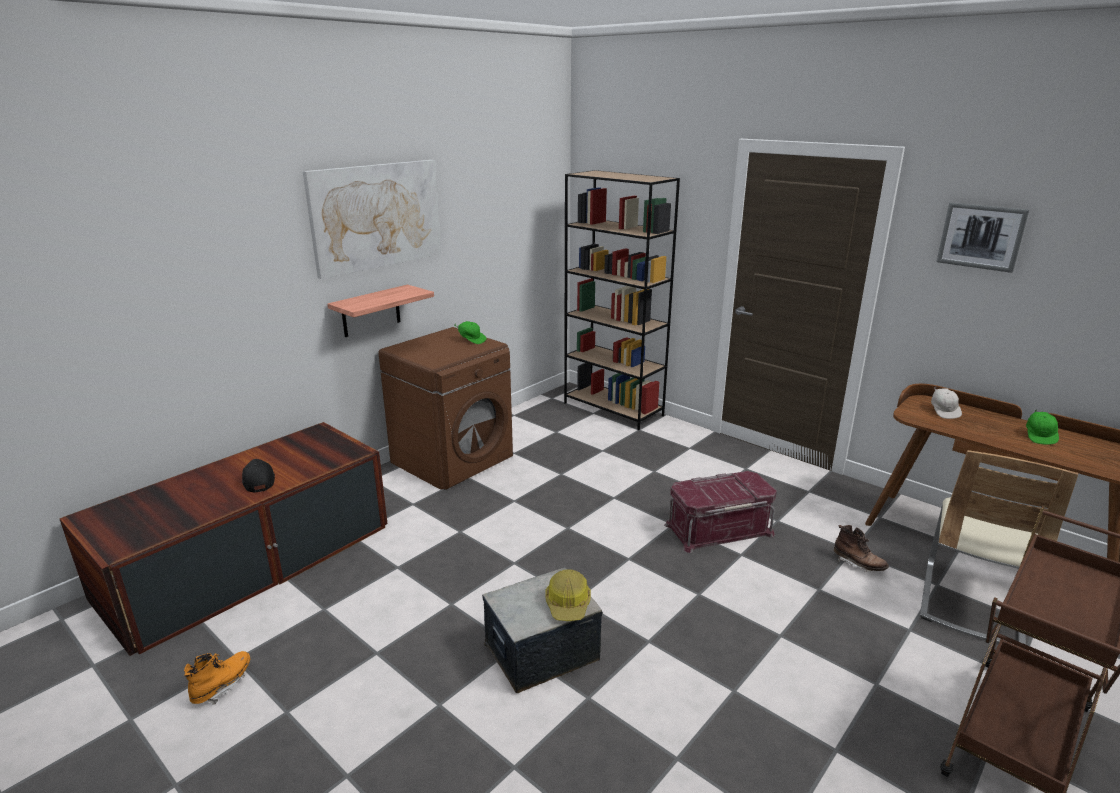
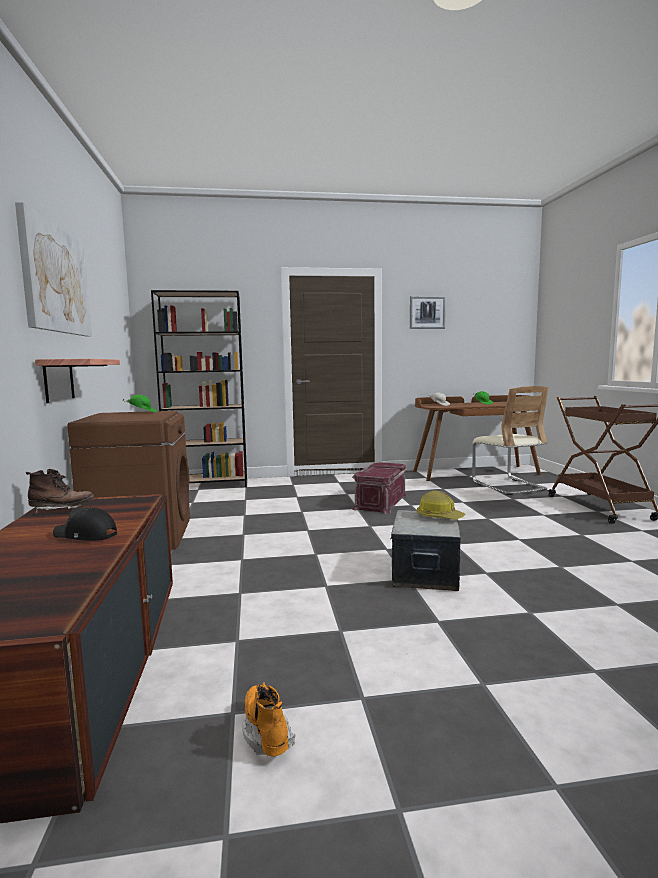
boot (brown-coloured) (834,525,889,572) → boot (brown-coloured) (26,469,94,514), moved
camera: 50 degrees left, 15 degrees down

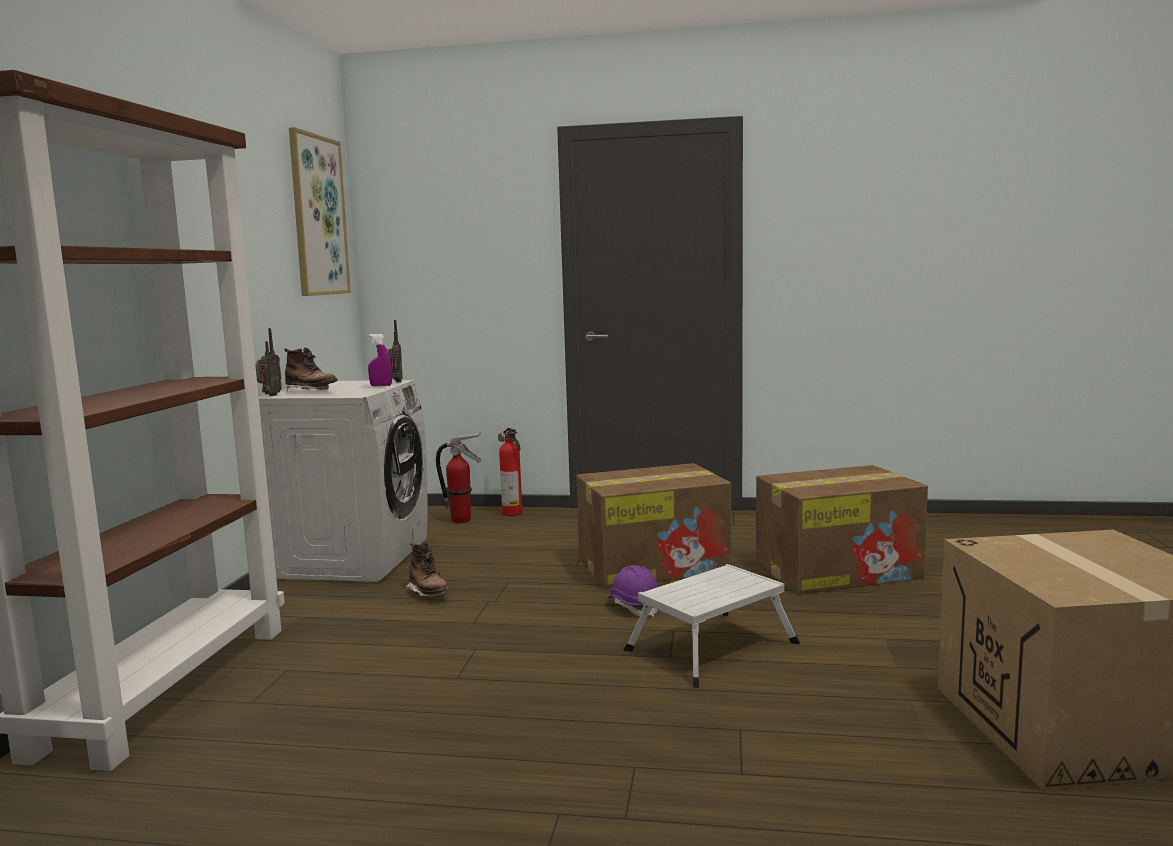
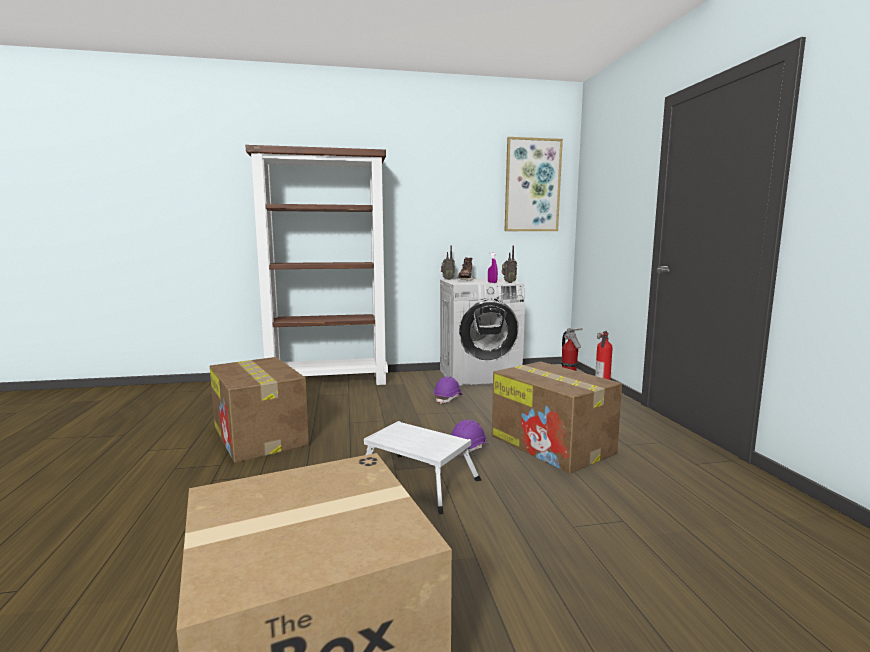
cardboard box (756,465,928,594) → cardboard box (210,357,309,463), moved
boot (brown-coloured) (406,542,450,597) → work helmet (purple) (434,376,463,404)
camera: 70 degrees right, 0 degrees up

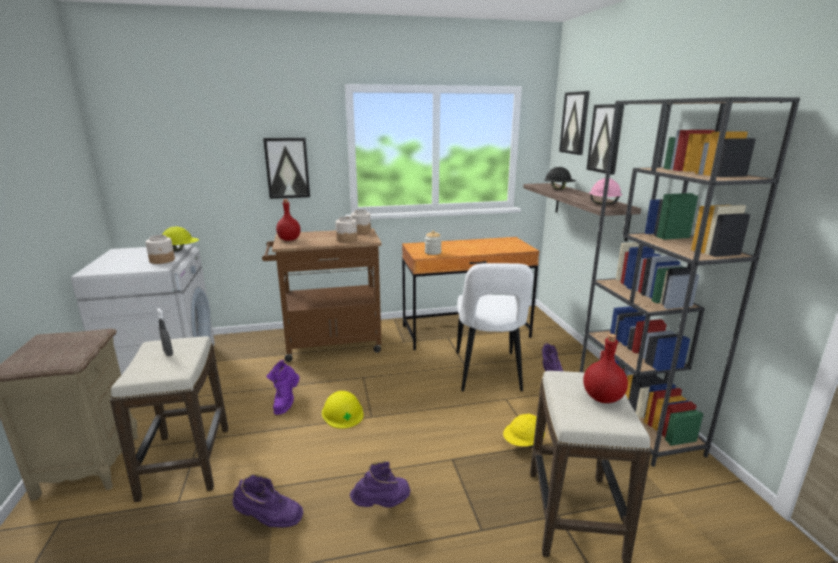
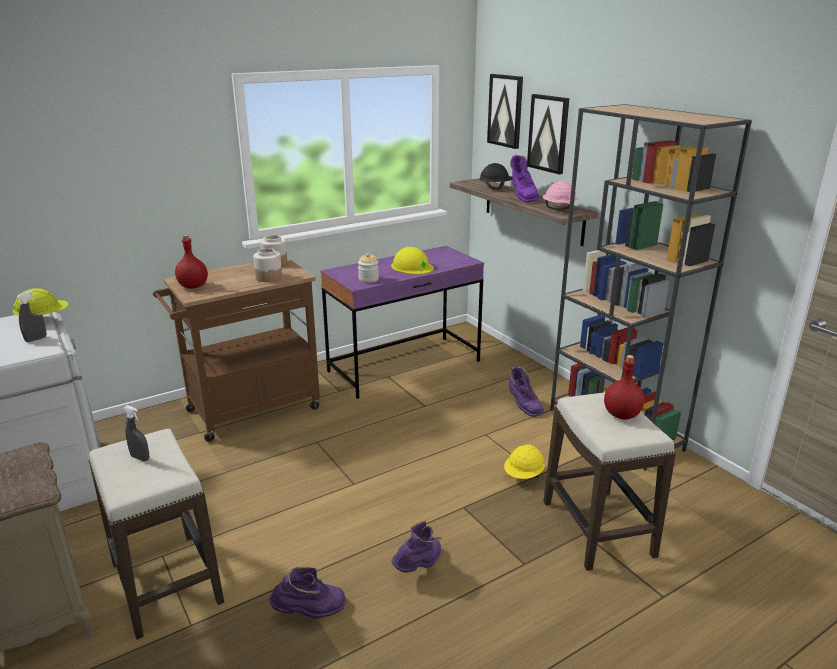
storage jar (146,235,175,264) → sprayer (grey) (17,291,46,342)
desk unit (brown-coloured) (402,237,540,350) → desk unit (purple) (321,246,484,399)
work helmet (yellow-coloured) (322,391,364,429) → work helmet (yellow-coloured) (391,247,434,274), moved
boot (purple) (266,360,300,415) → boot (purple) (510,155,540,203), moved
wall art (263,138,310,199) → -
upright chair (white) (457,263,534,392) → -
camera: 20 degrees left, 5 degrees up

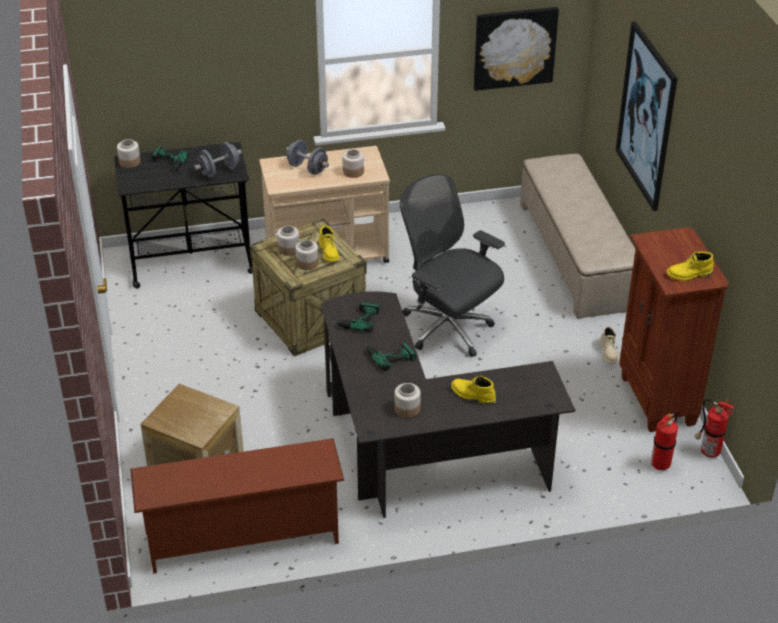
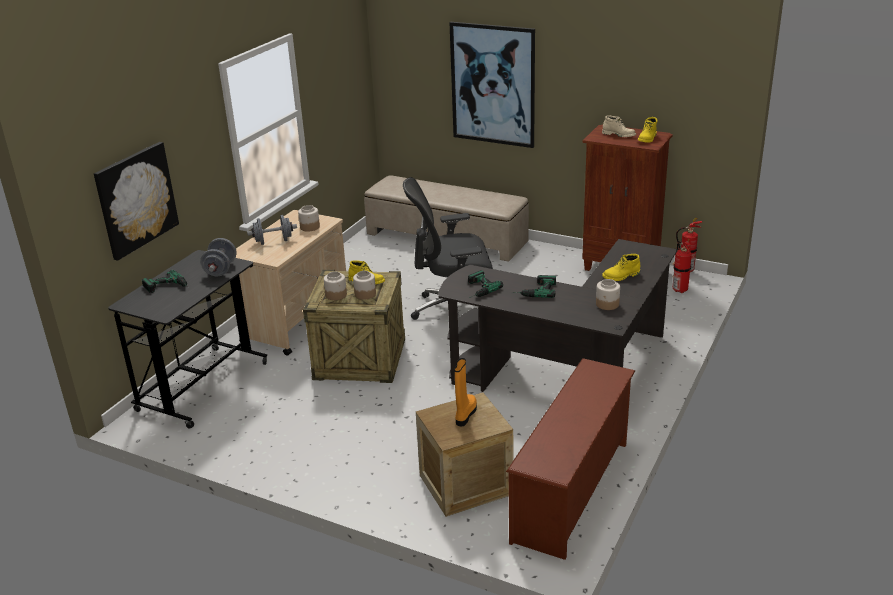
wall art (474,7,559,91) → wall art (94,142,179,261), moved
- → boot (orange) (454,358,477,426)
boot (beige) (600,326,619,364) → boot (beige) (602,115,636,137), moved
storage jar (117,139,141,168) → -
camera: 50 degrees left, 10 degrees down

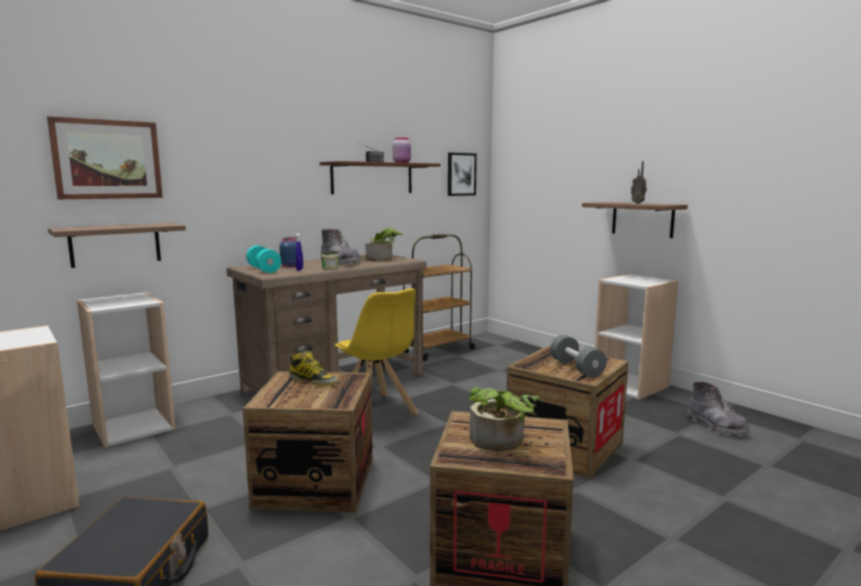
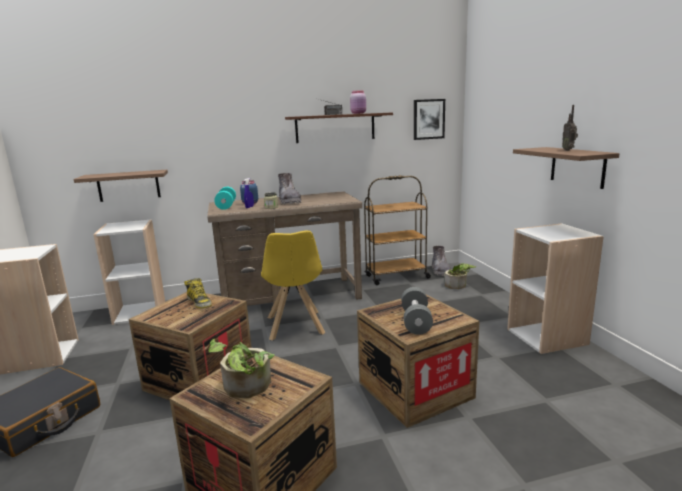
boot (grey) (687,382,750,437) → boot (grey) (432,246,452,276), moved
potted plant (365,227,403,262) → potted plant (445,263,476,289), moved
wall art (47,116,163,199) → -
camera: 25 degrees right, 5 degrees up

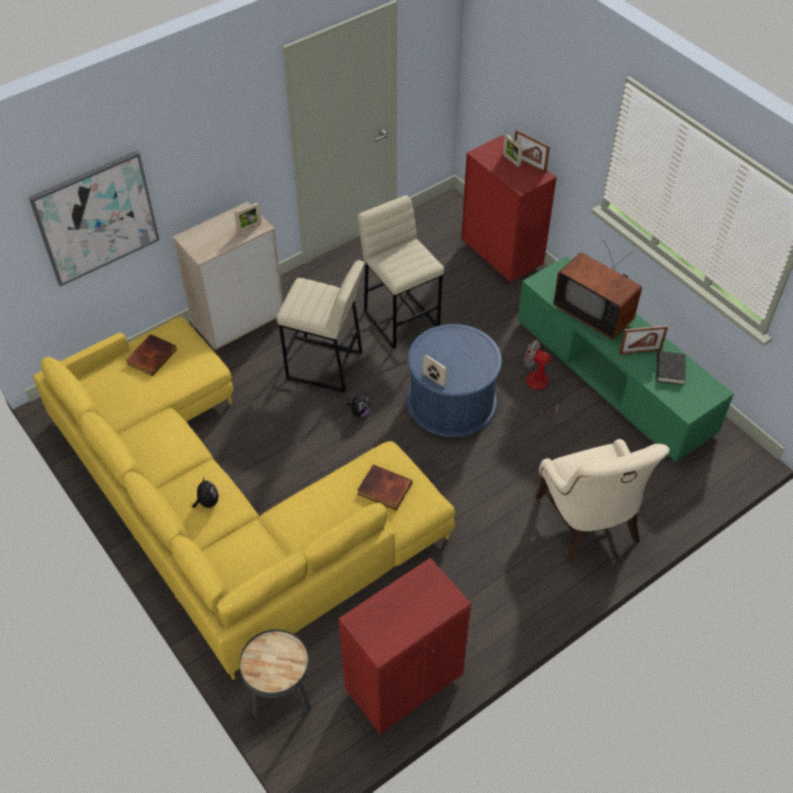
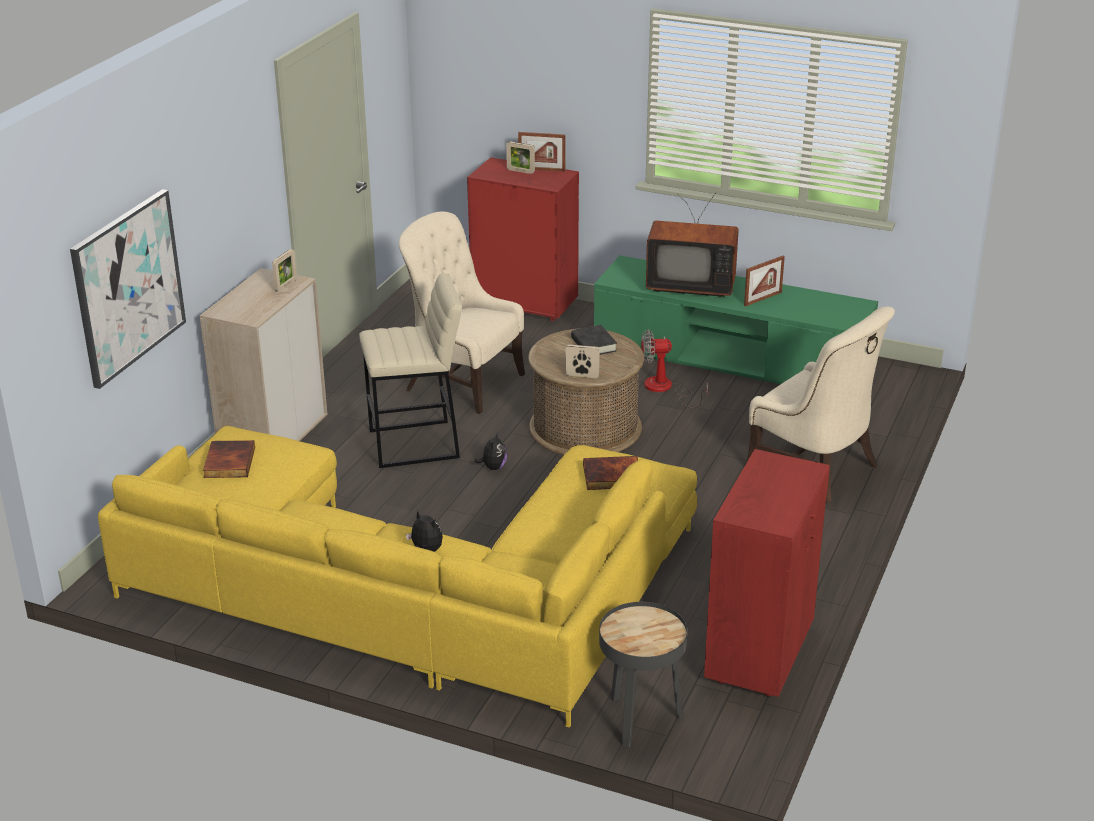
sitting stool (beige) (358,195,444,349) → lounge chair (beige) (399,212,525,414)
lounge table (blue-coloured) (407,324,502,437) → lounge table (brown-coloured) (528,329,644,455)
book (blackish) (657,351,686,385) → book (blackish) (571,325,617,355), moved
camera: 30 degrees left, 20 degrees down

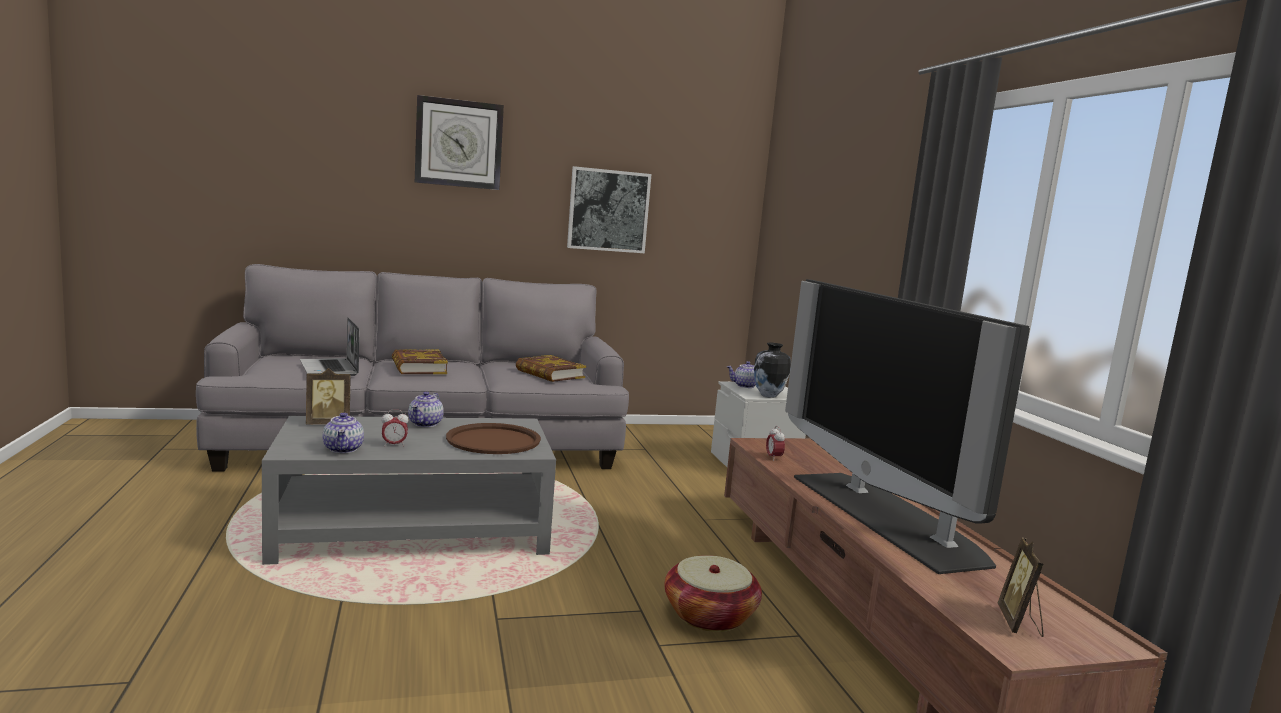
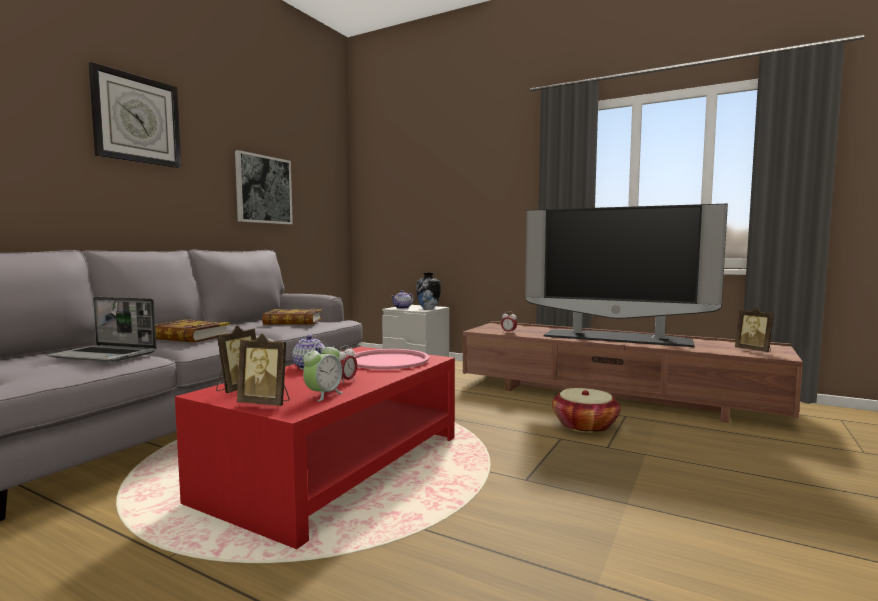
lounge table (grey) (262,416,556,565) → lounge table (red-coloured) (175,347,455,549)
- → photo frame (237,334,289,406)
pot for tea (323,412,364,453) → bedside clock (303,342,343,401)
serving tray (brown-coloured) (446,423,541,454) → serving tray (pink-coloured) (354,349,430,370)
camera: 45 degrees left, 5 degrees down

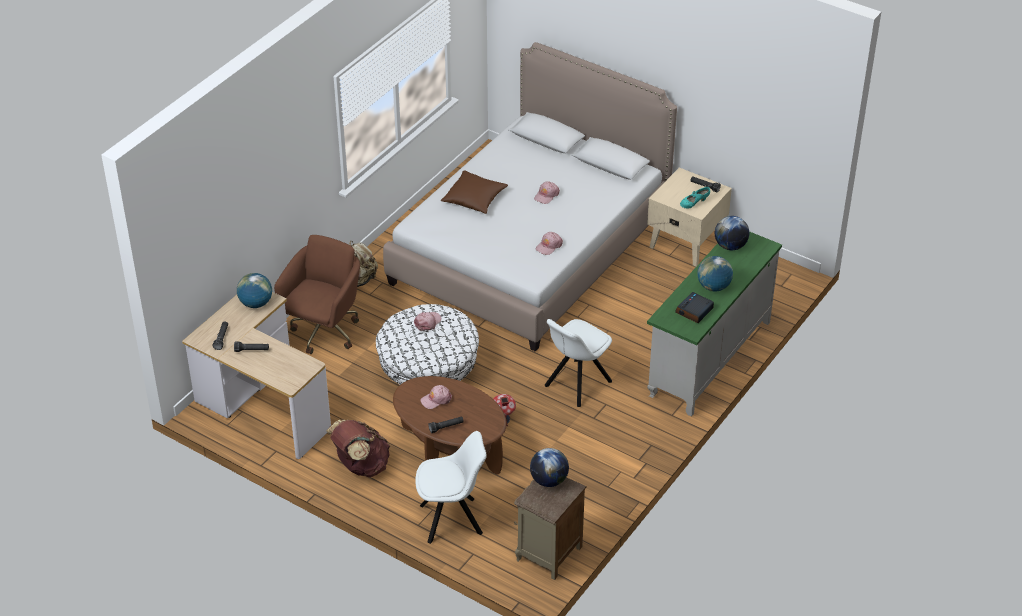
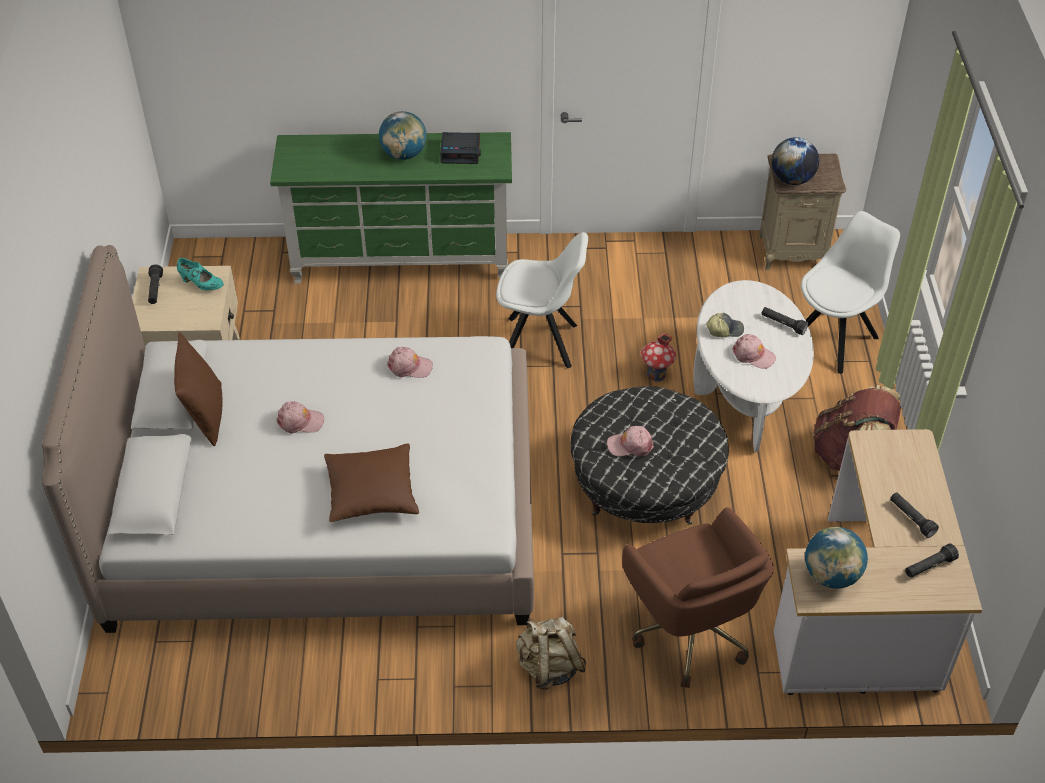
- → pillow (brown-coloured) (174,332,222,446)
footrest (white) (376,304,479,385) → footrest (blackish) (570,386,729,524)
desk chair (brown-coloured) (274,235,360,354) → desk chair (brown-coloured) (622,507,774,688), 105 degrees counterclockwise
lounge table (brown-coloured) (393,376,507,475) → lounge table (white) (693,280,814,452)
- → baseball cap (706,313,744,338)
upright chair (white) (415,431,487,544) → upright chair (white) (801,211,900,374), 90 degrees clockwise
desk globe (715,216,749,250) → -
camera: 125 degrees left, 5 degrees up

